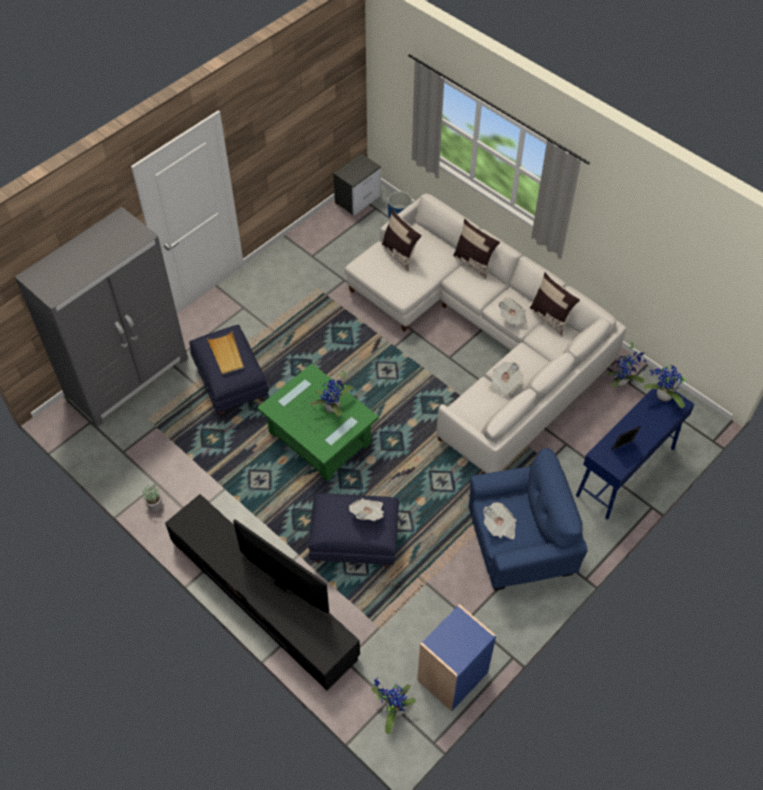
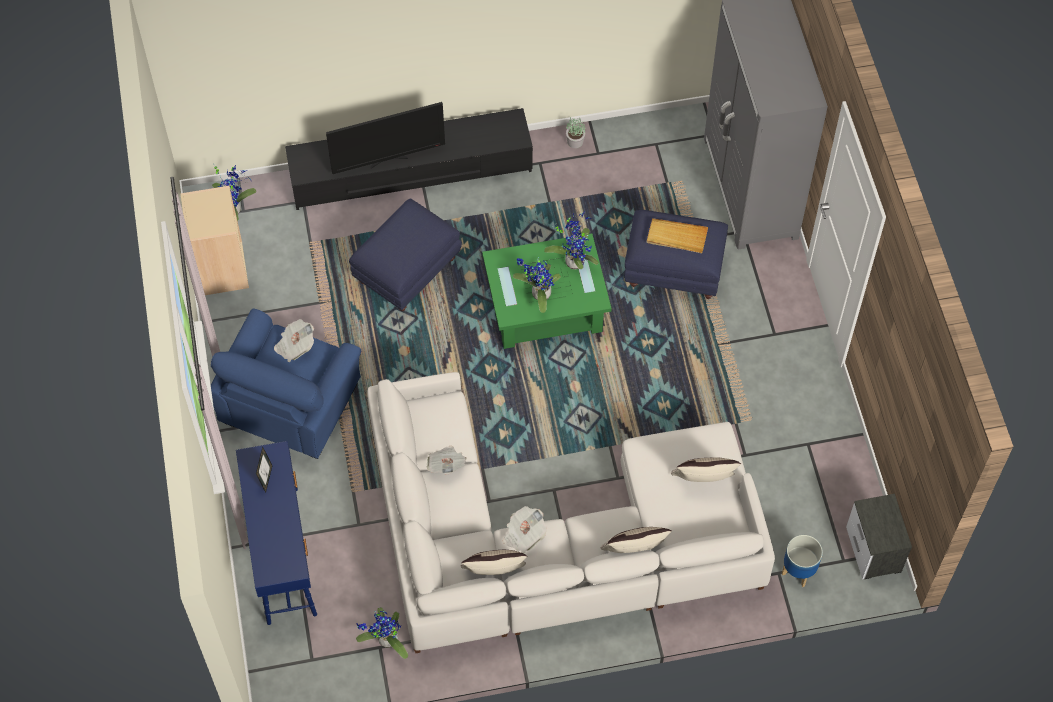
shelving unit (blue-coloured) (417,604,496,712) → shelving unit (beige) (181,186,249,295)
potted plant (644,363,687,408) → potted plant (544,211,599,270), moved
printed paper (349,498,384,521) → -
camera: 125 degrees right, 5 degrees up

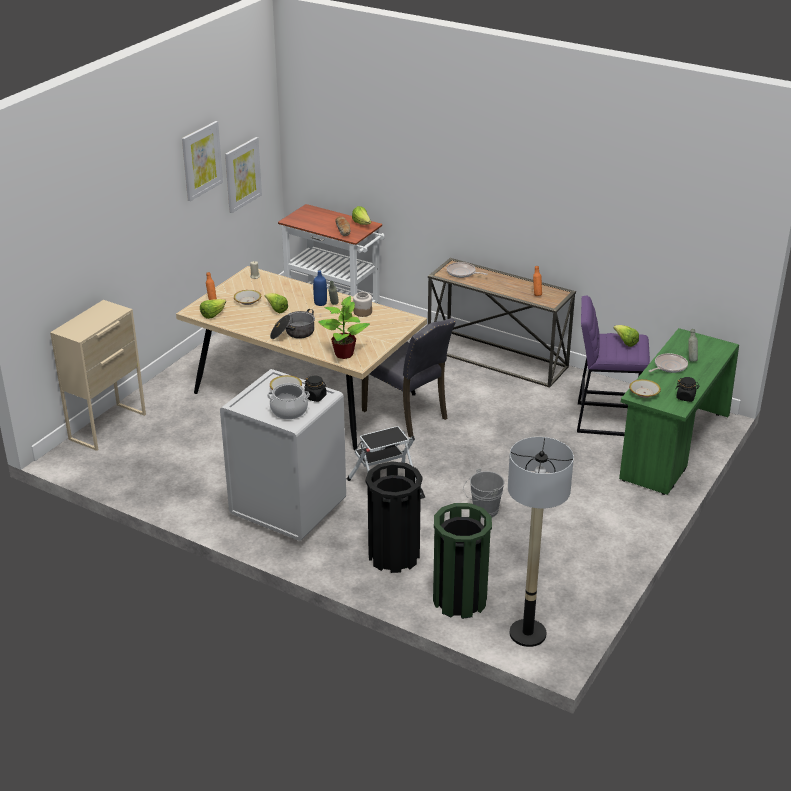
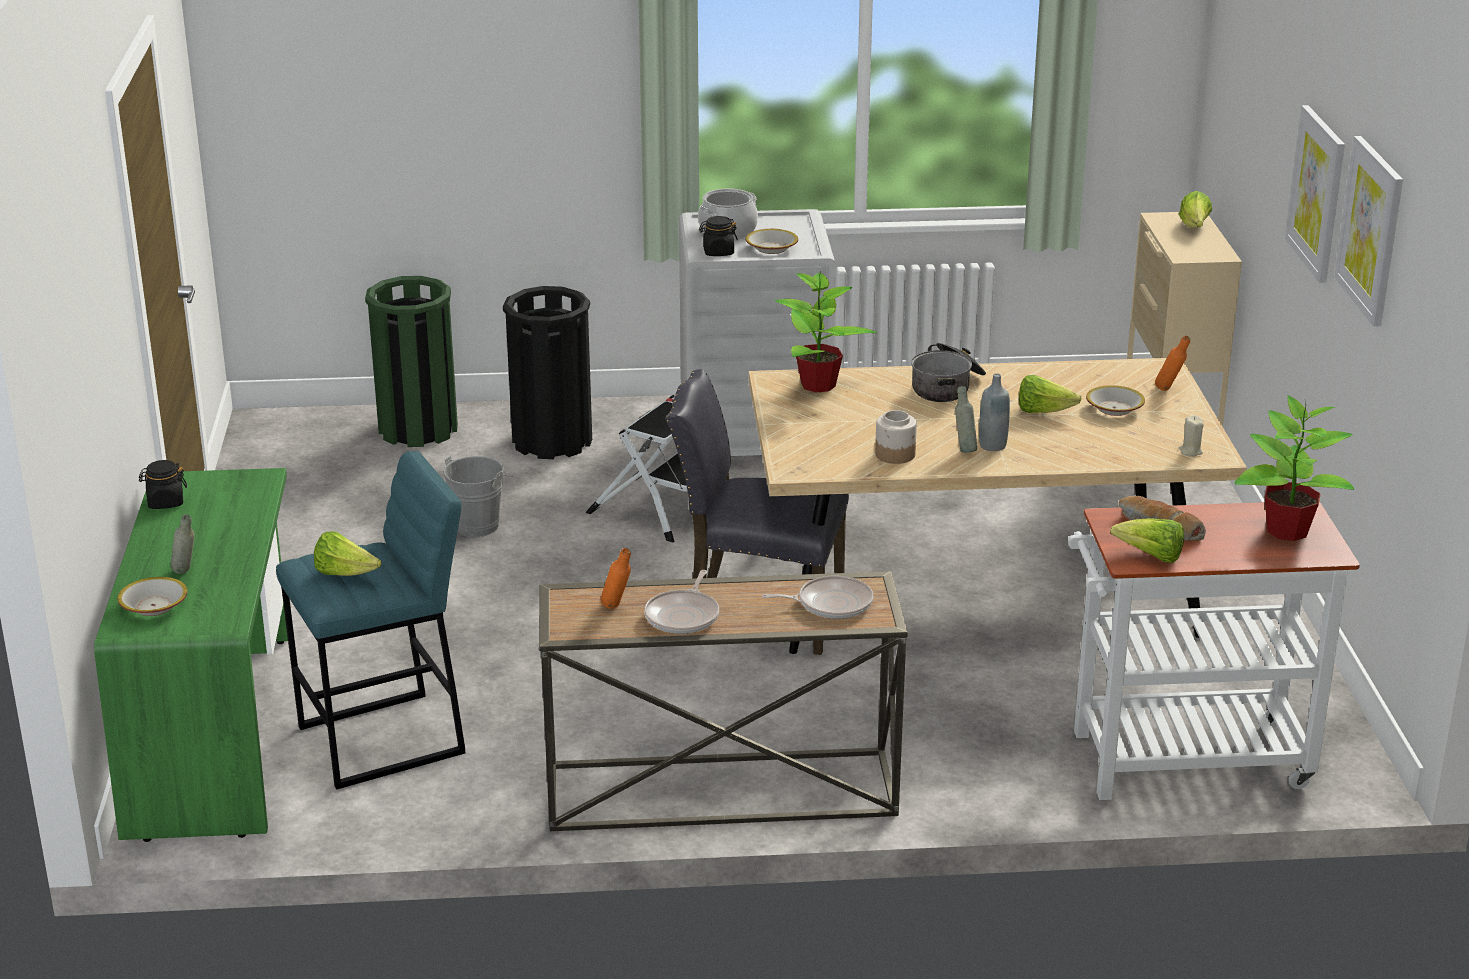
serving bowl (629,379,661,398) → serving bowl (117,577,188,616), moved
sitting stool (purple) (577,296,650,436) → sitting stool (turquoise) (276,451,465,790)
skillet (648,353,688,373) → skillet (644,570,719,634), moved
bottle (blue-coloured) (313,270,327,306) → bottle (grey) (979,373,1010,451)
lettuce head (200,299,226,319) → lettuce head (1179,191,1212,228), moved
- → potted plant (1235,395,1354,541)
wall art (225,137,262,213) → wall art (1285,105,1345,283), moved
standard lamp (508,437,574,647) → -
camera: 145 degrees right, 5 degrees down

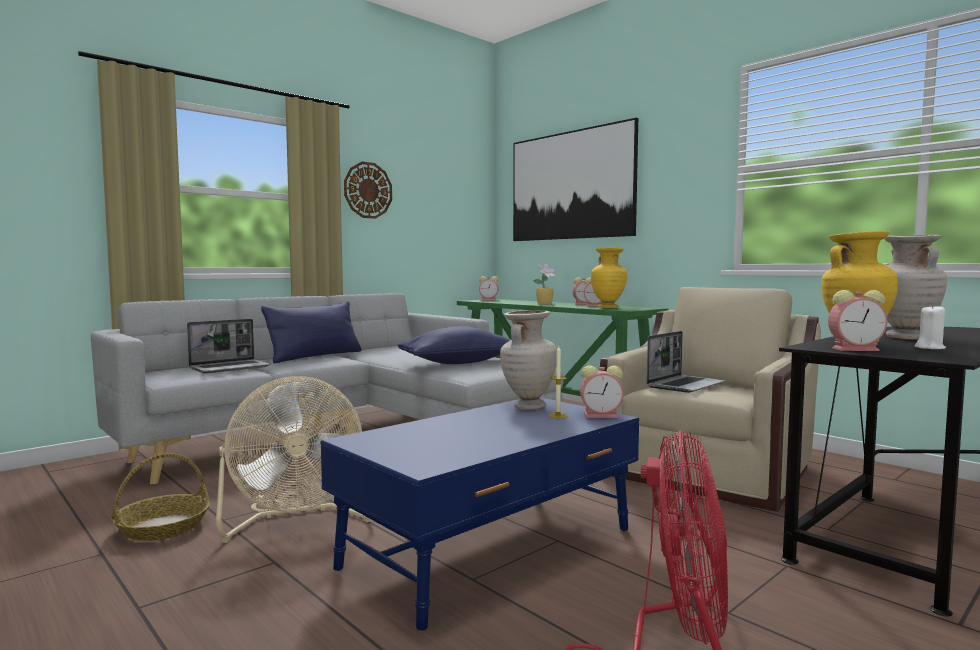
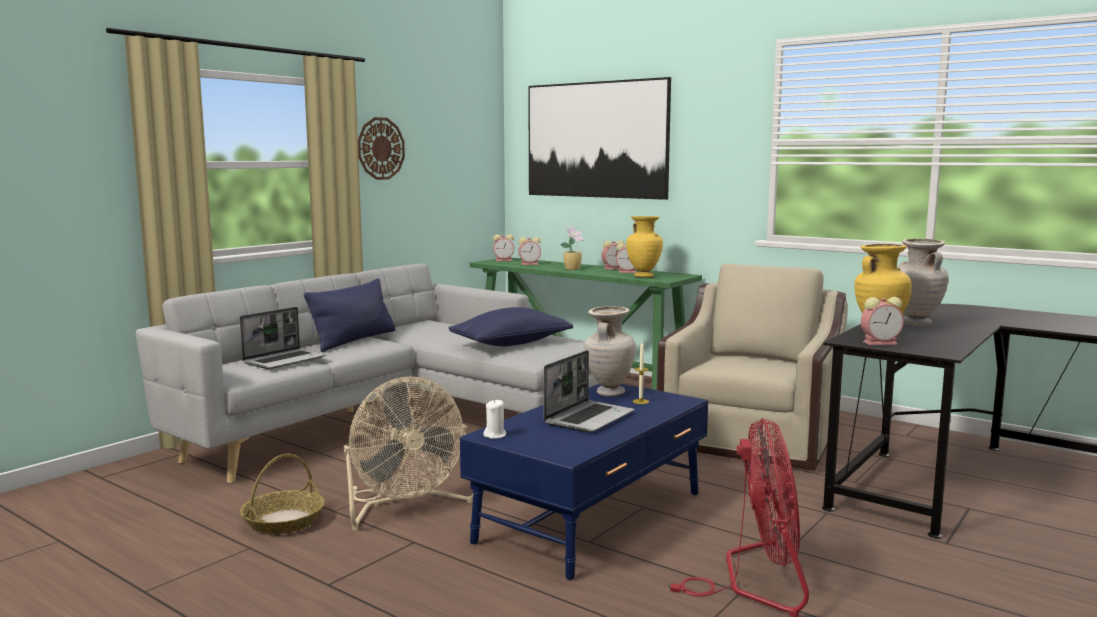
wax light (white) (915,304,946,349) → wax light (white) (483,400,506,439), moved
bedside clock (580,365,624,418) → bedside clock (518,237,541,265), moved
portable computer (646,331,725,393) → portable computer (544,350,634,432), moved
camera: 10 degrees left, 5 degrees up

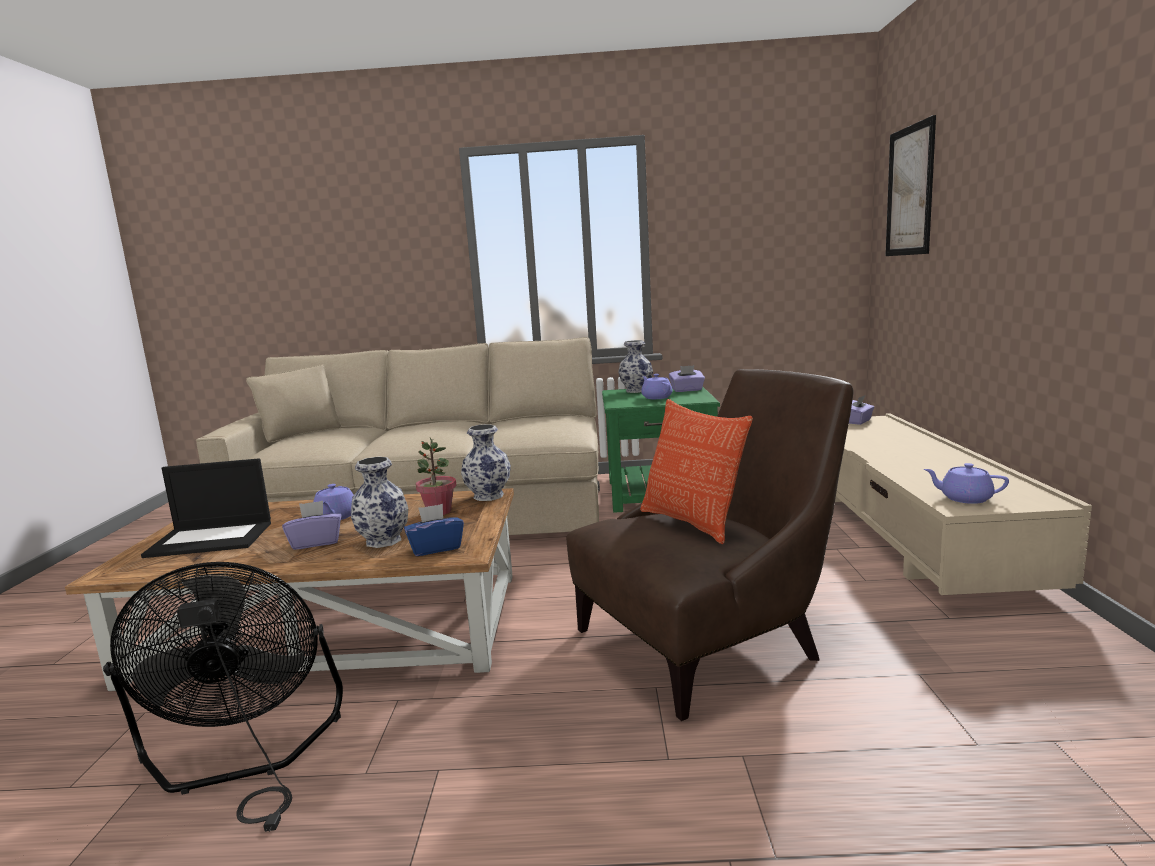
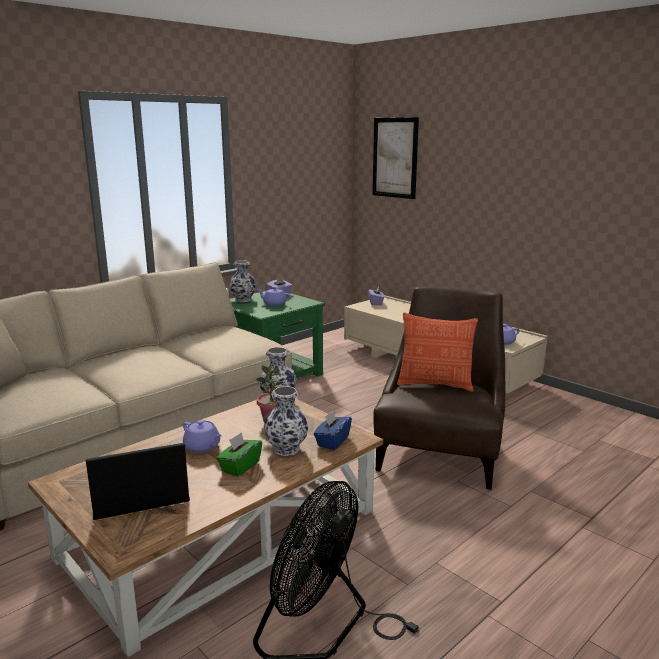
portable computer (141,458,271,558) → portable computer (86,443,190,520), 150 degrees counterclockwise
box of tissues (purple) (282,501,342,550) → box of tissues (greenish) (216,432,262,476)
camera: 45 degrees left, 5 degrees up

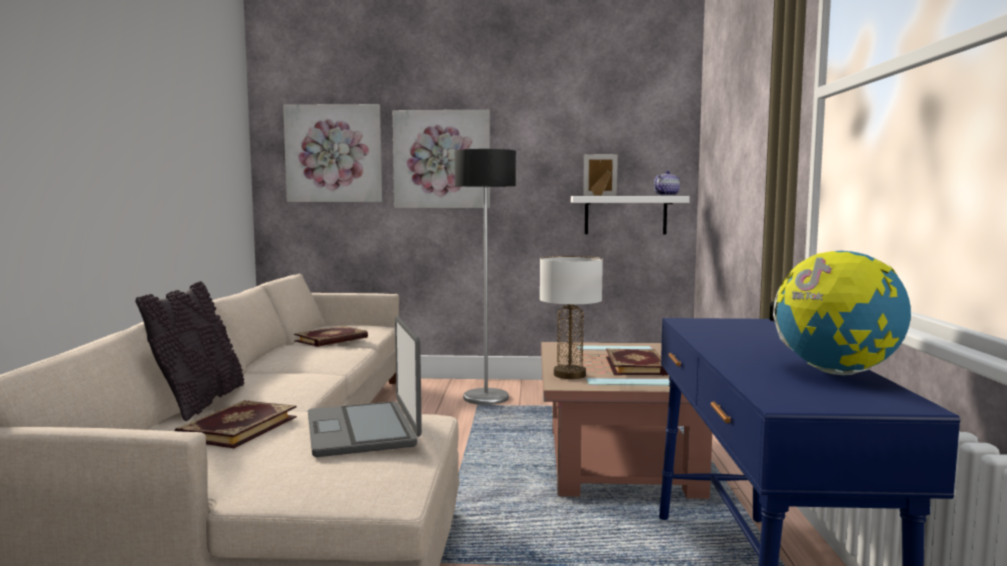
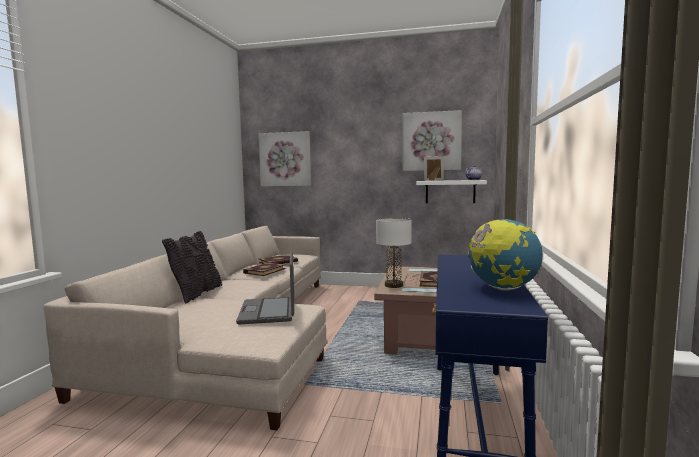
book (175,400,297,448) → book (243,263,286,276), moved
wall art (392,110,490,208) → wall art (402,110,462,171), moved
standard lamp (455,149,516,405) → -
camera: 10 degrees right, 0 degrees up

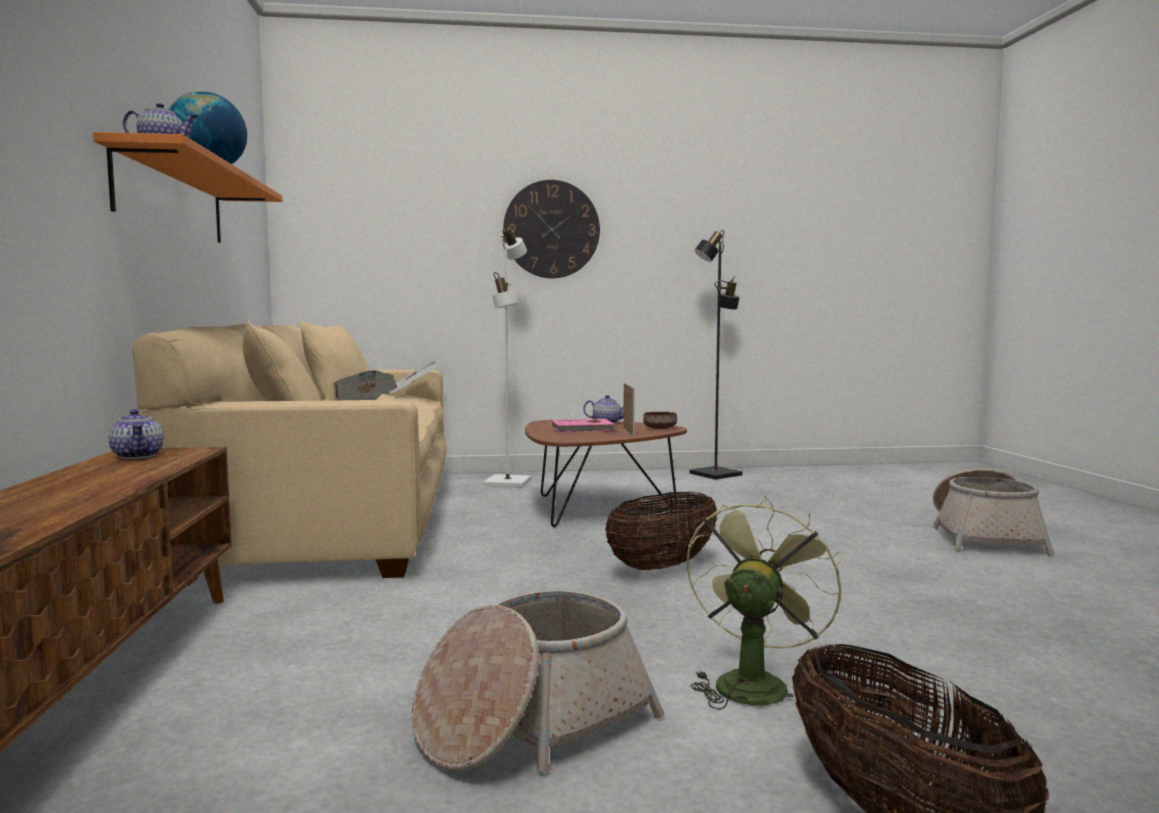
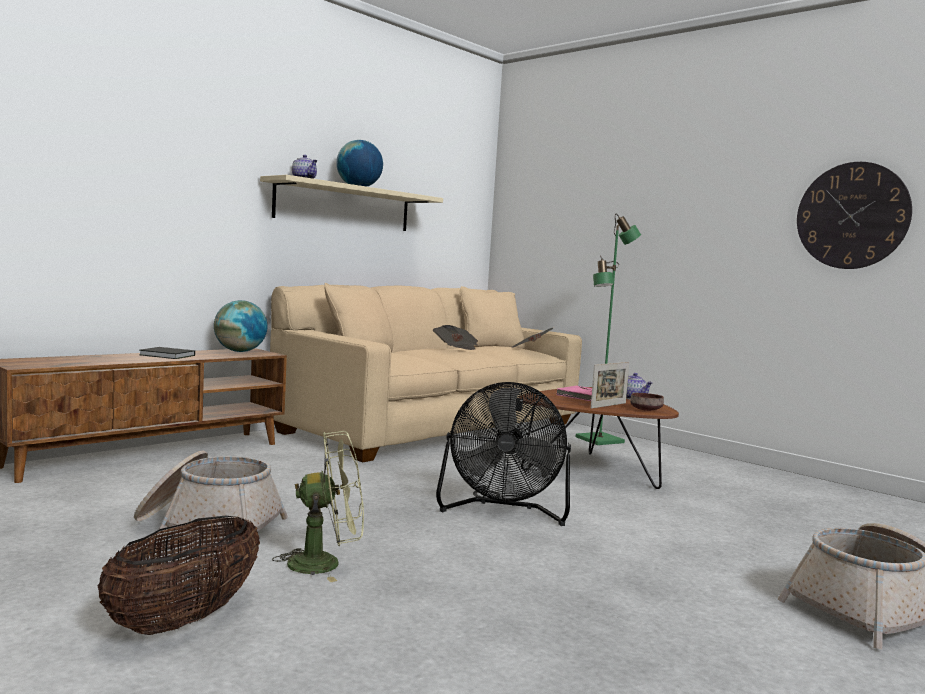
- → book (blackish) (139,347,195,359)
pot for tea (109,409,164,459) → desk globe (214,300,267,352)
shelf (orange) (93,132,282,243) → shelf (beige) (260,175,443,231)
basket (605,492,718,571) → electric fan (blackish) (436,382,571,526)
standard lamp (white) (483,224,531,487) → standard lamp (greenish) (576,214,641,445)
clock on the wall (503,180,600,278) → clock on the wall (797,162,912,269), moved
standard lamp (blackish) (689,230,742,480) → -
camera: 50 degrees right, 0 degrees up

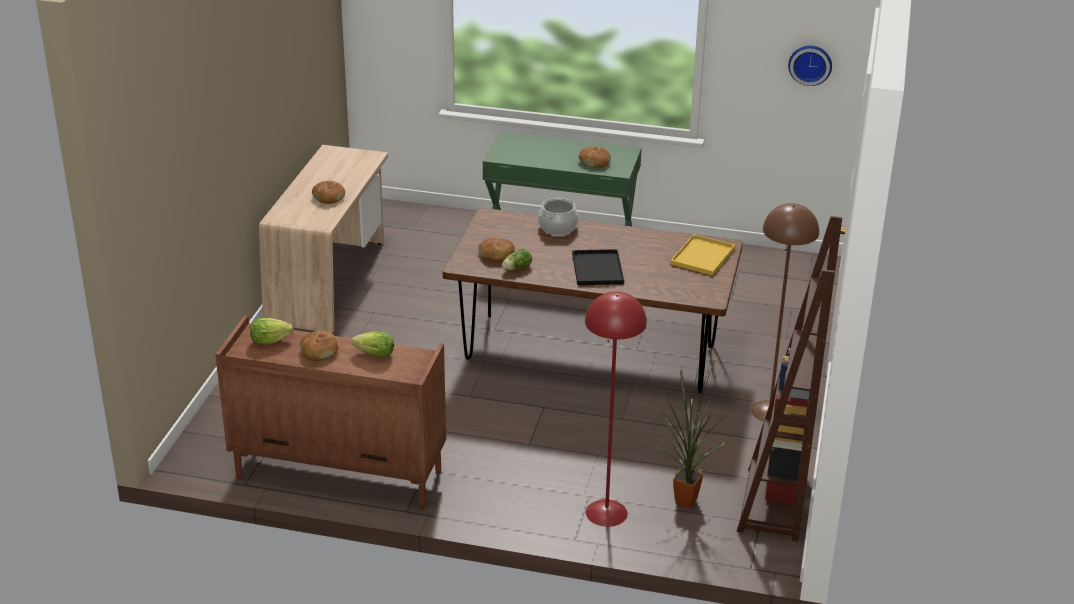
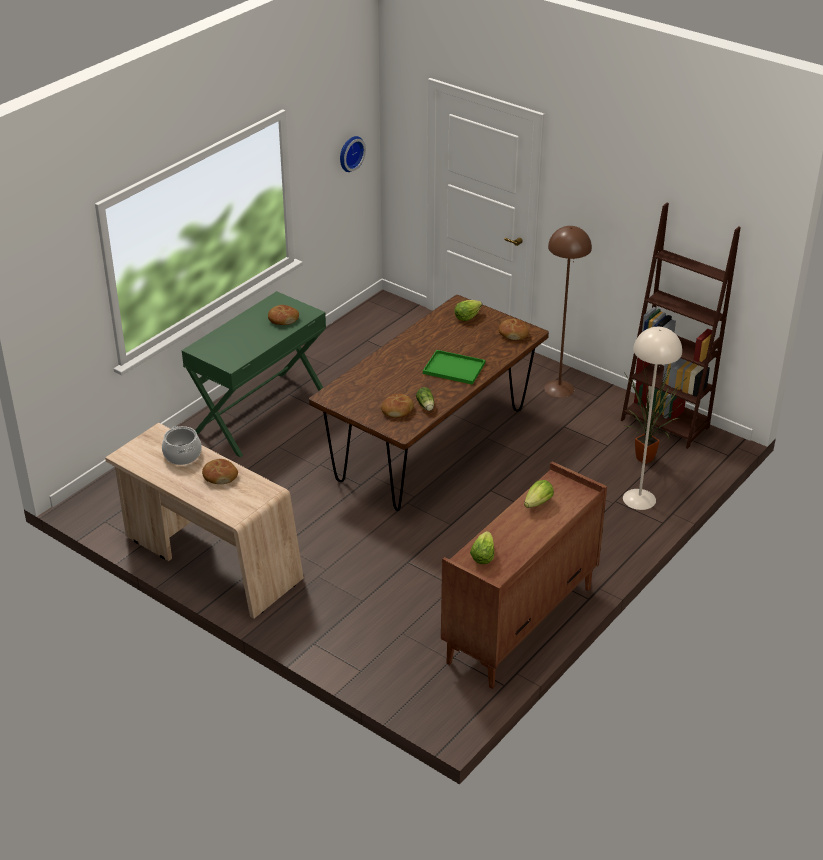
cooking pot (538,198,578,235) → cooking pot (162,426,201,465), moved
serving tray (blackish) (572,249,624,285) → serving tray (greenish) (423,350,485,385)
serving tray (yellow-coloured) (670,234,735,275) → lettuce head (454,300,482,321)
bread (300,331,338,361) → bread (499,319,529,340), moved
standard lamp (red-coloured) (585,291,647,527) → standard lamp (beige) (623,327,682,510)
camera: 65 degrees left, 5 degrees up

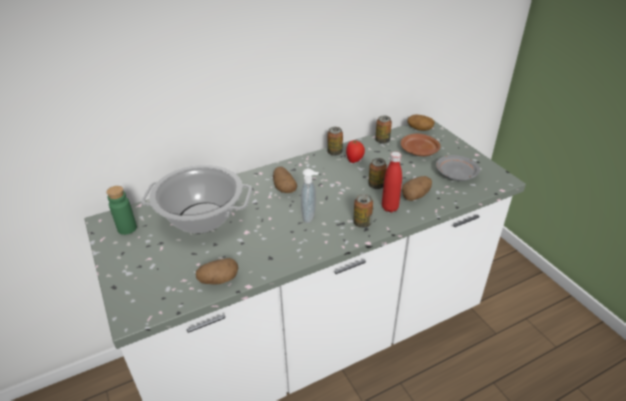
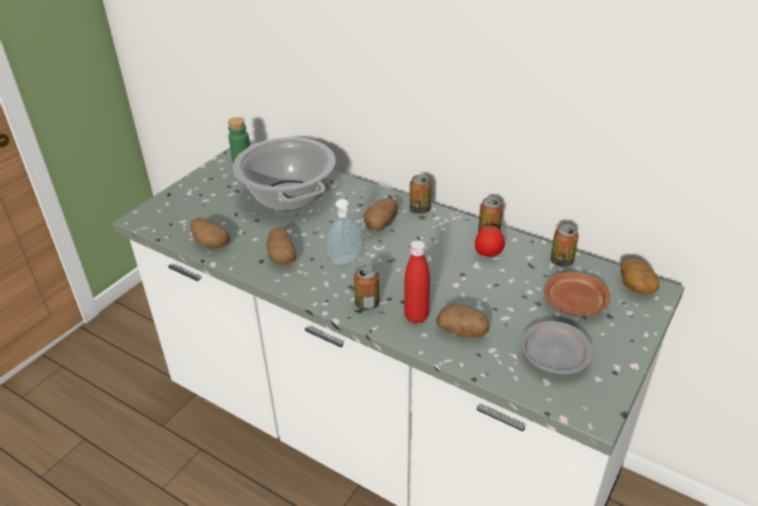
- → spud (267,227,296,265)
metal can (368,158,387,189) → metal can (410,174,431,214), moved
camera: 60 degrees right, 0 degrees up

